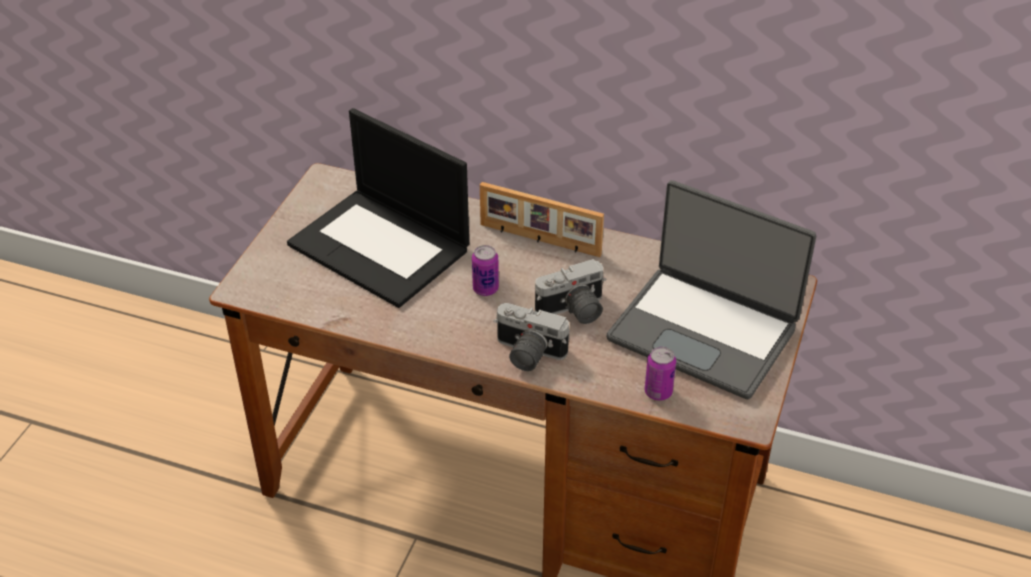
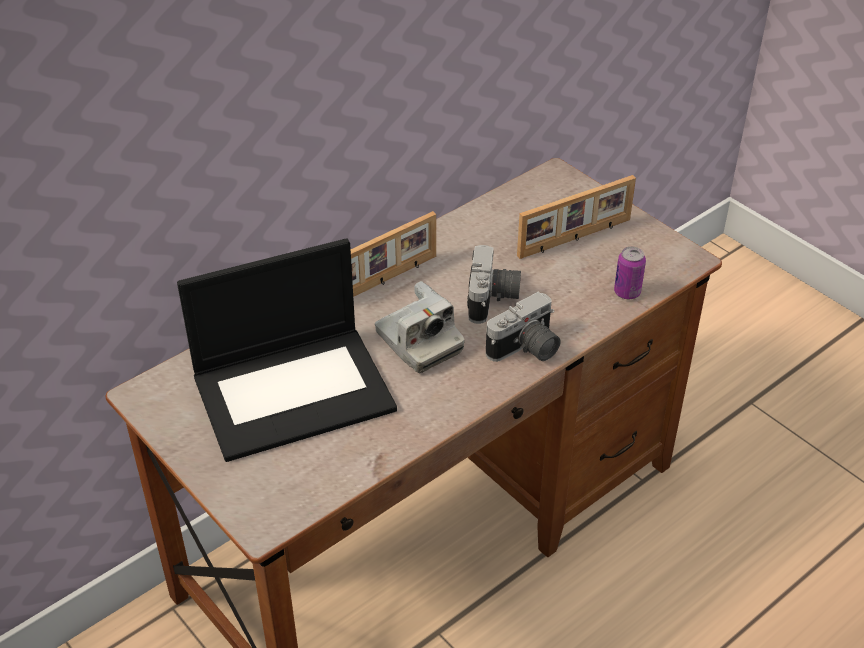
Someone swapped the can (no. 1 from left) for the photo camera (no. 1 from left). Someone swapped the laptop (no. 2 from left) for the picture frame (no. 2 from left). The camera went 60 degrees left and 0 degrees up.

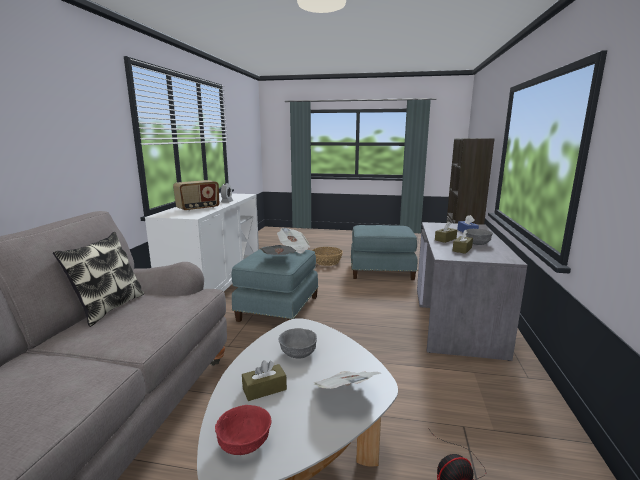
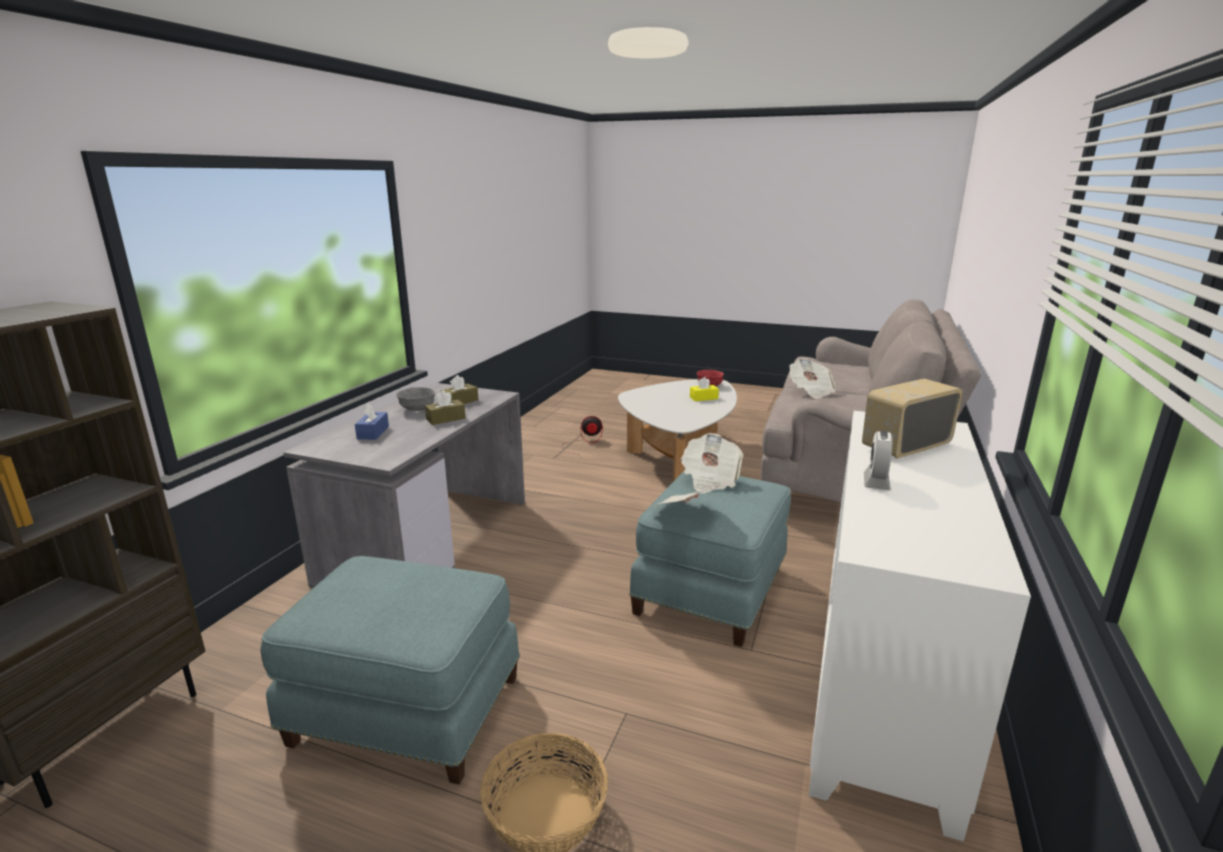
Someone took away the pillow. Someone repainted the brown tissue box (no. 1 from left), which became the yellow tissue box. Someone took away the grey bowl (no. 1 from left). Someone carried the newspaper (no. 3 from left). The camera went 170 degrees left and 5 degrees up.

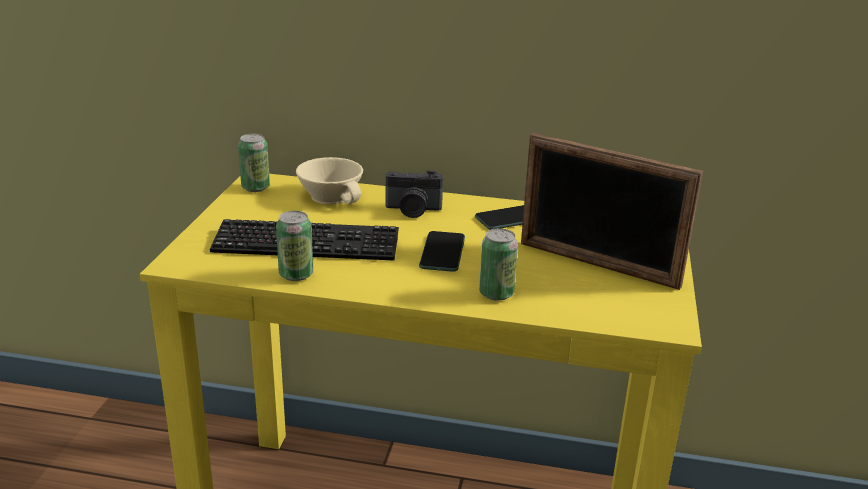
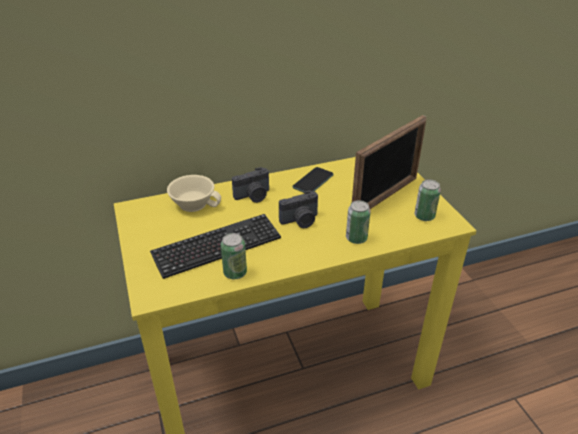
Someone carried the can (no. 1 from left in the first image). Someone swapped the phone (no. 1 from left) for the photo camera (no. 2 from left). Someone rotated the picture frame by 45 degrees counterclockwise. The camera went 30 degrees left and 10 degrees up.

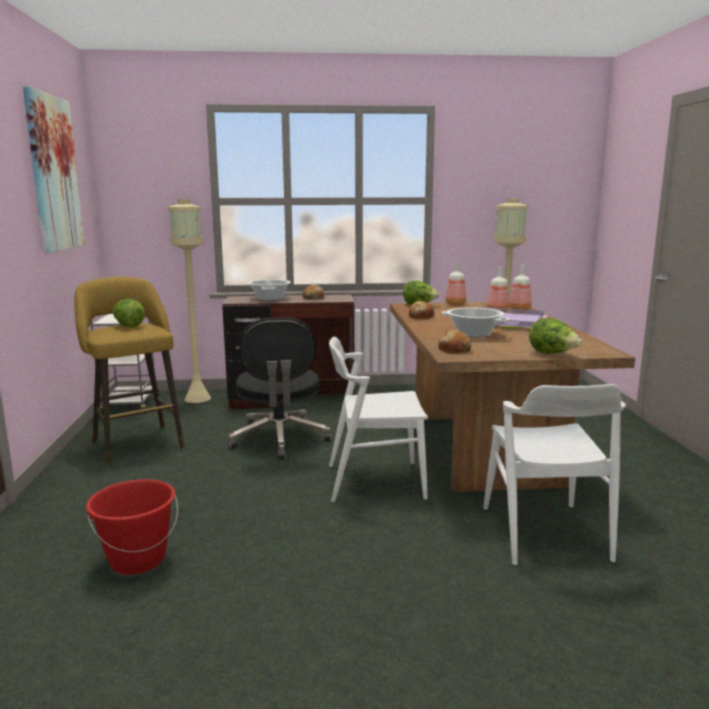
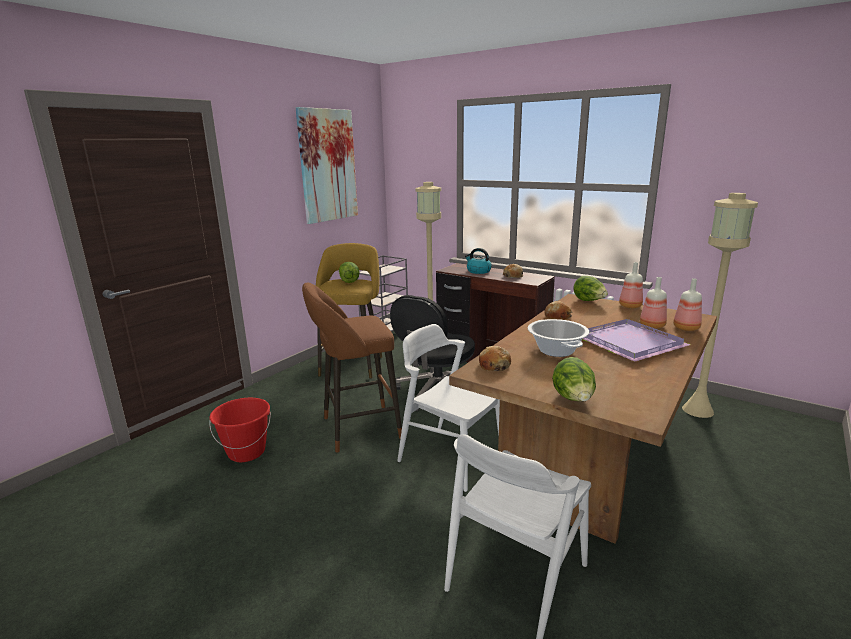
Someone swapped the cooking pot (no. 1 from left) for the kettle. Someone put down the brown stool. The camera went 40 degrees right and 5 degrees up.

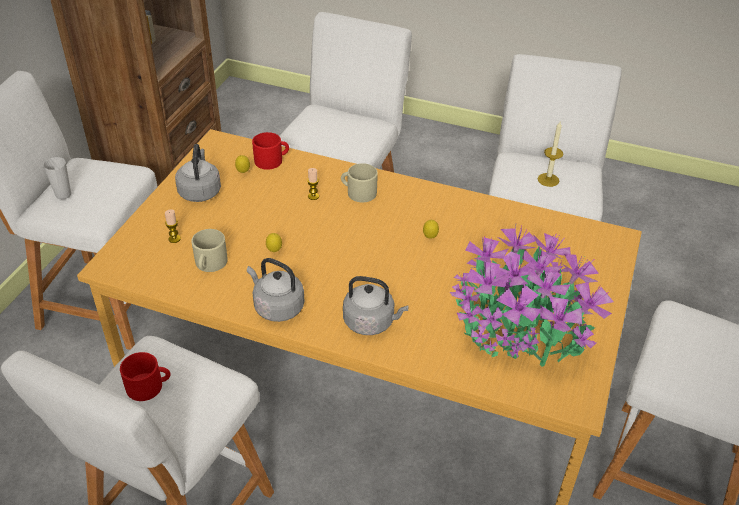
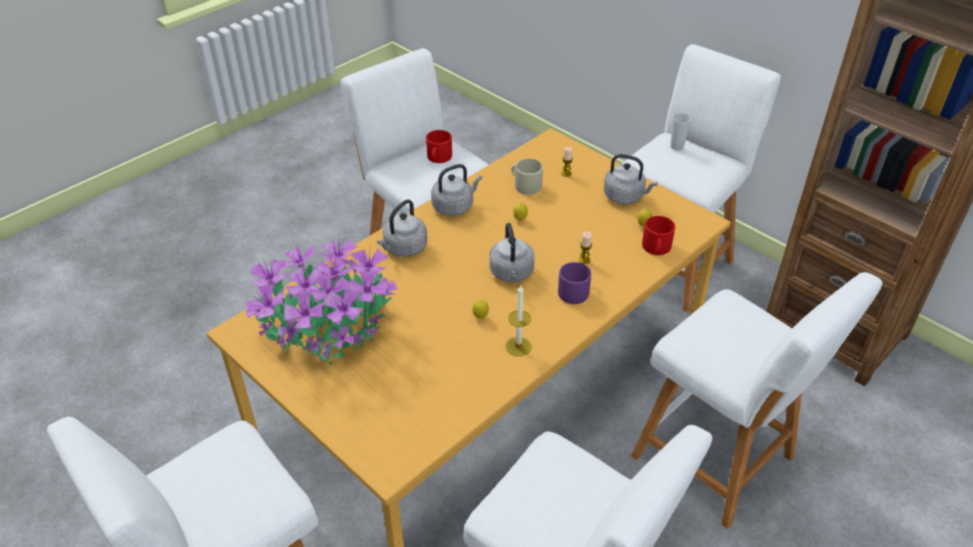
Someone repainted the beige mug (no. 2 from left), which became the purple mug. Someone carried the candle (no. 3 from left in the first image). Someone put down the grey kettle (no. 3 from left). The camera went 115 degrees right and 0 degrees up.

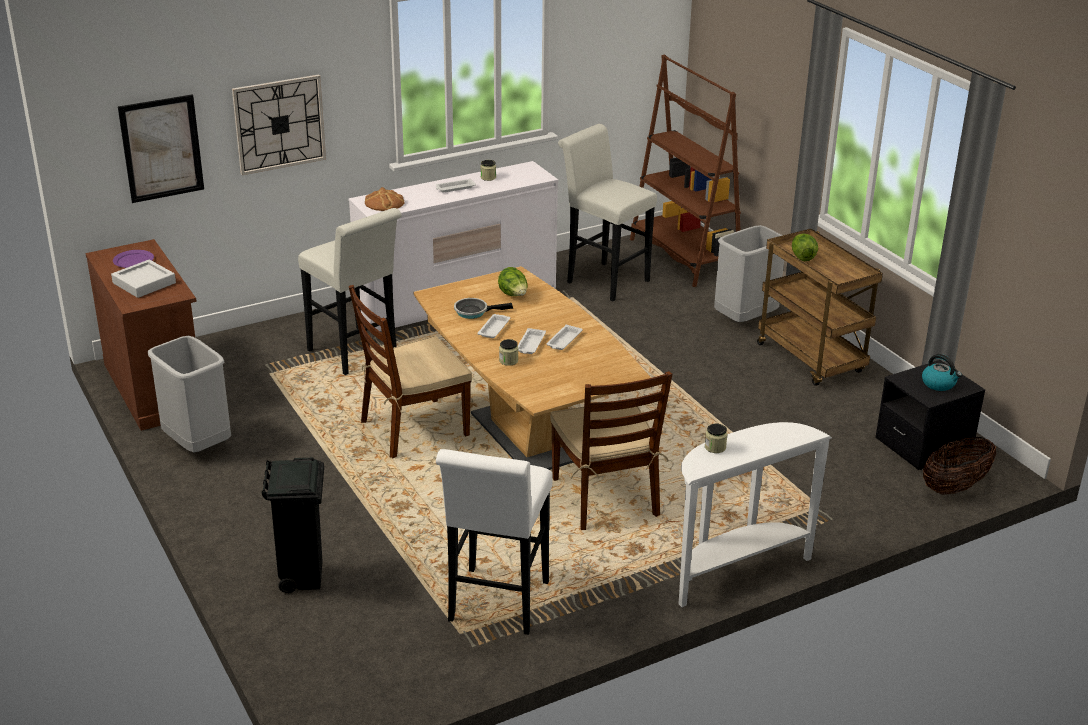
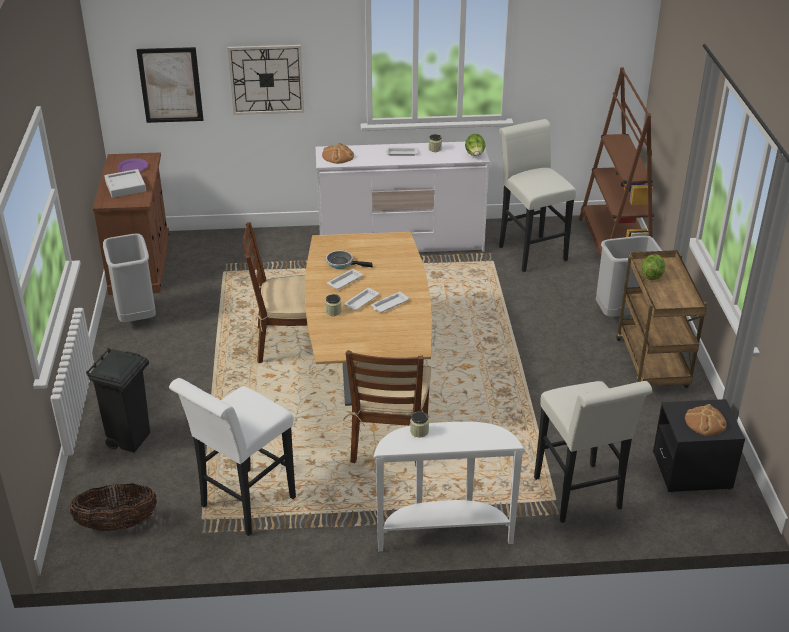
Someone carried the white stool (no. 1 from left in the first image). Someone carried the lettuce (no. 1 from left). Someone swapped the kettle for the bread (no. 2 from left). Someone carried the basket. The camera went 25 degrees right and 5 degrees up.

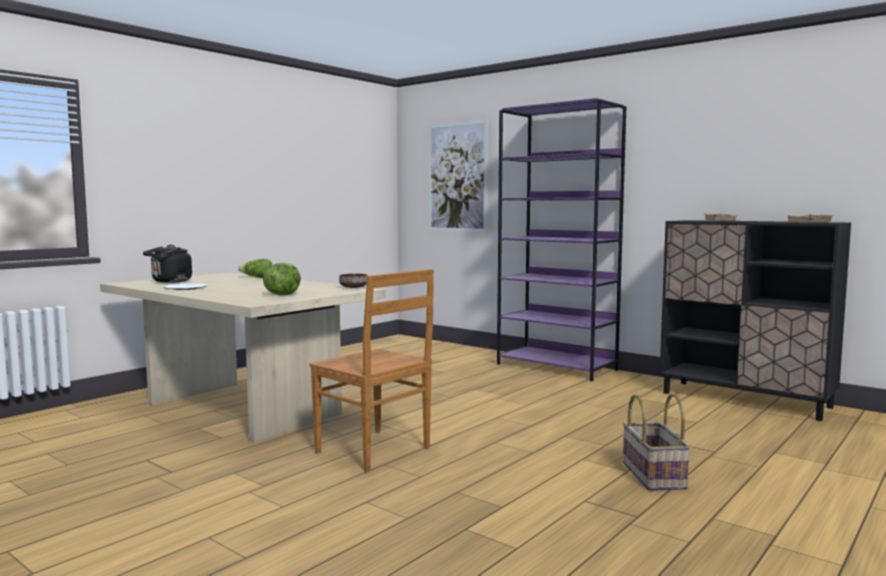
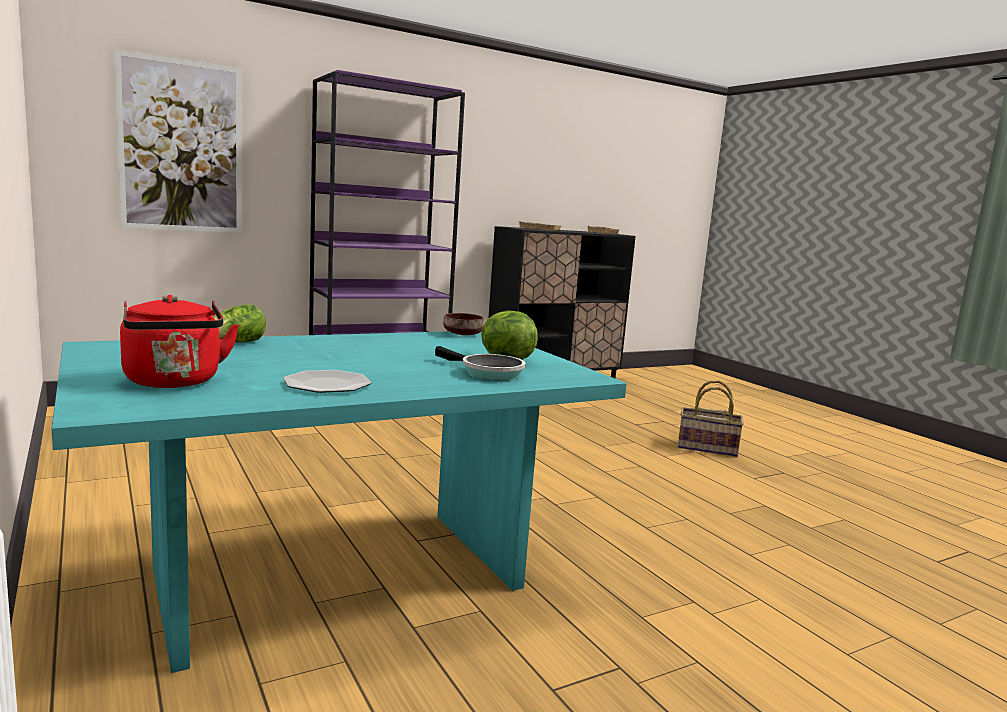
Someone repainted the beige dining table, which became the turquoise dining table. Someone repainted the black kettle, which became the red kettle. Someone took away the brown chair. Someone put down the frying pan. The camera went 70 degrees left and 5 degrees up.

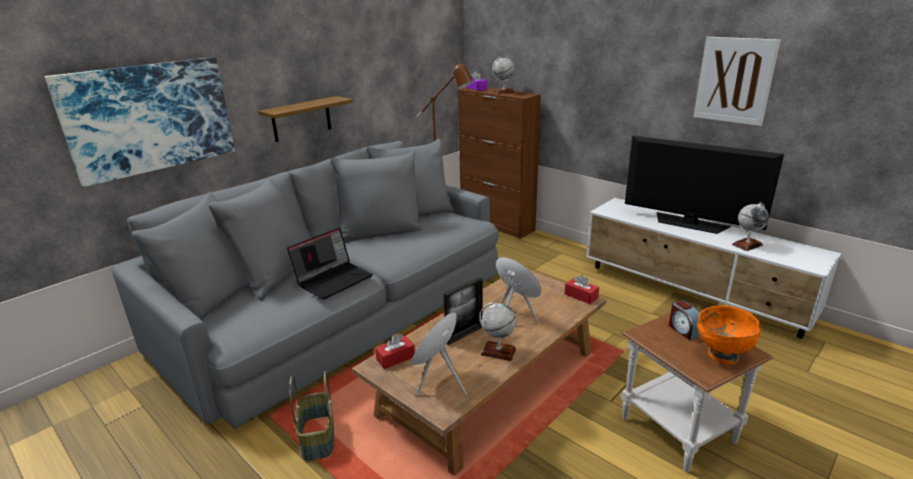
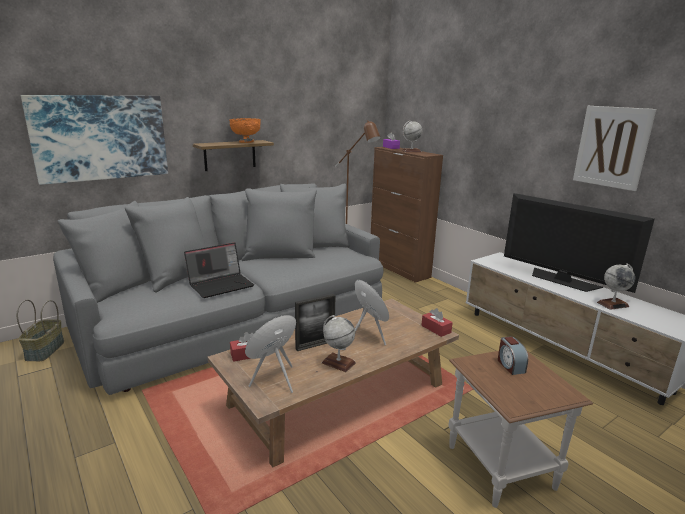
Someone carried the basket. Someone carried the orange bowl. The camera went 10 degrees right and 5 degrees down.

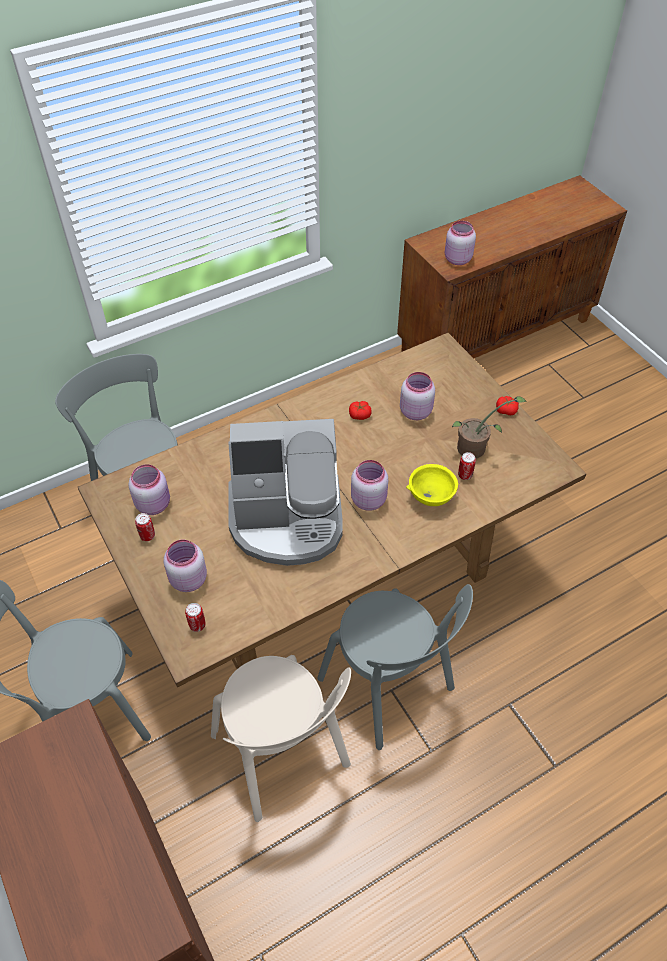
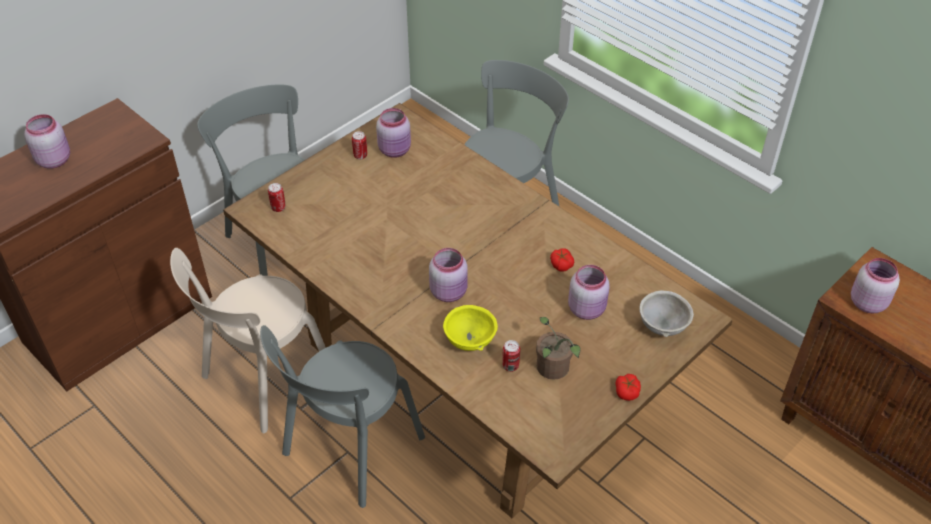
Someone carried the pink jar (no. 2 from left in the first image). Someone took away the coffee machine. Someone put down the grey bowl. The camera went 75 degrees right and 5 degrees down.

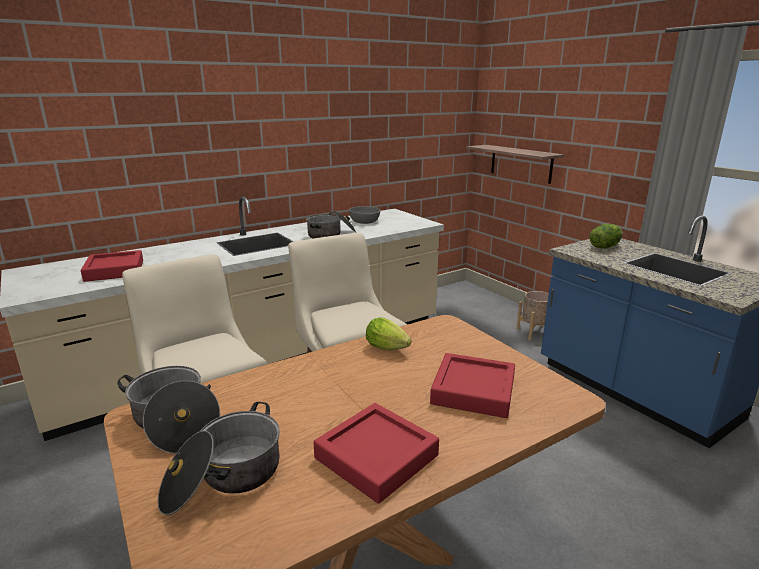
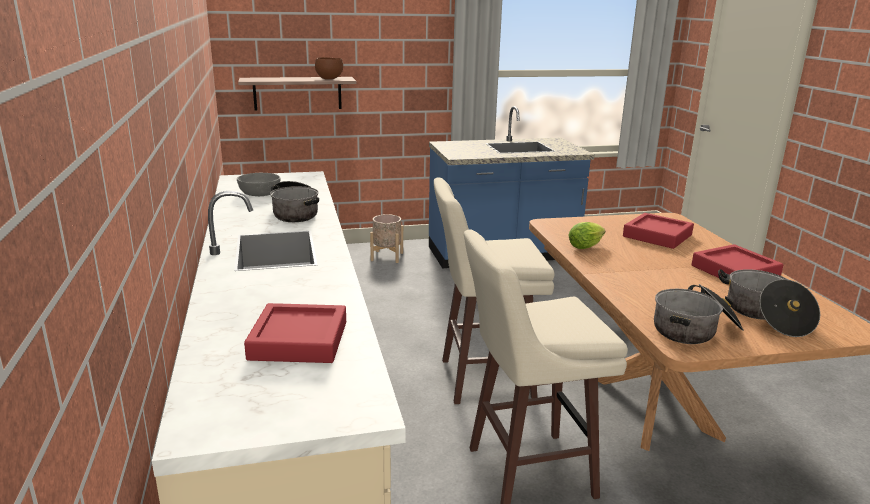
Someone took away the lettuce (no. 2 from left). Someone put down the brown bowl. The camera went 70 degrees left and 0 degrees up.

